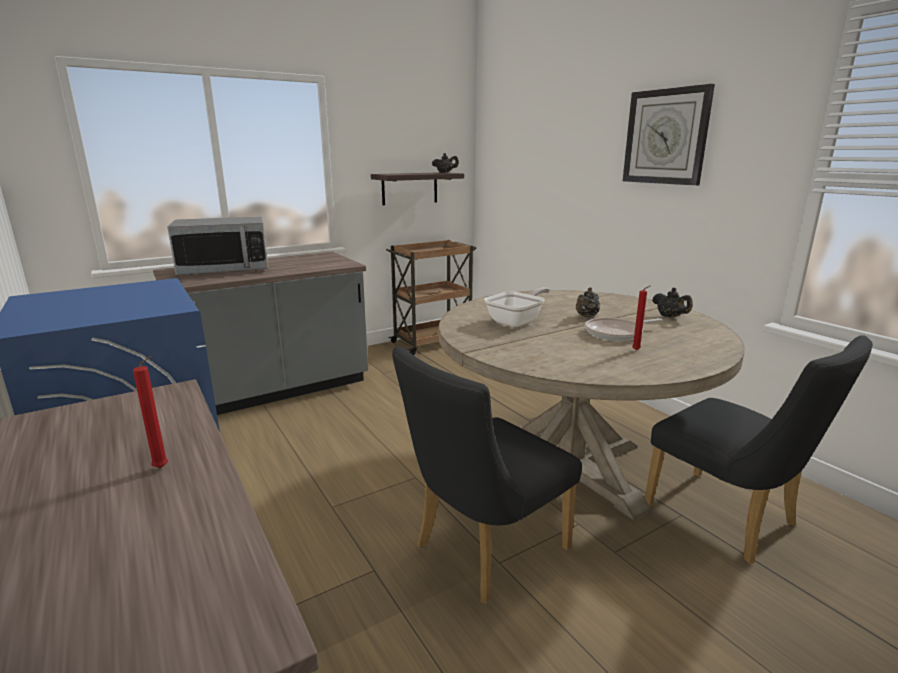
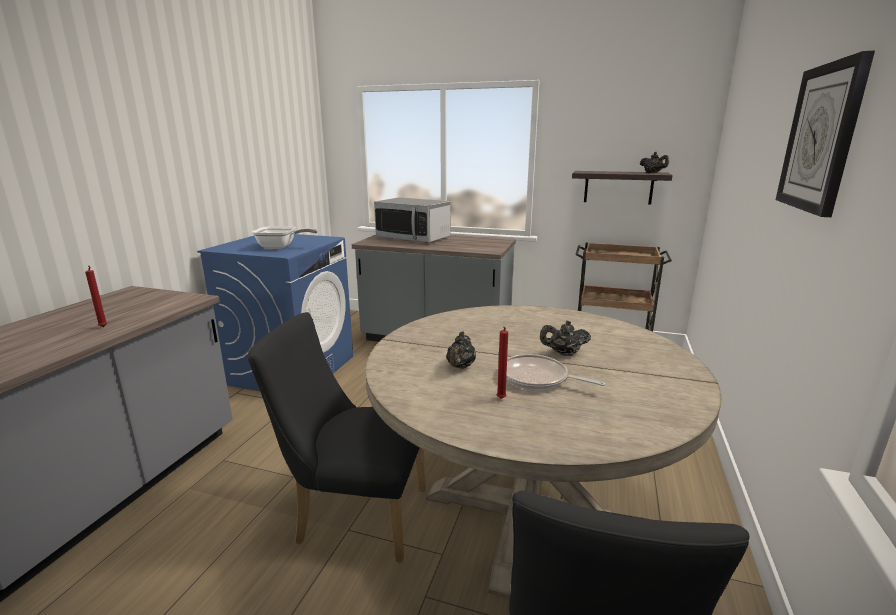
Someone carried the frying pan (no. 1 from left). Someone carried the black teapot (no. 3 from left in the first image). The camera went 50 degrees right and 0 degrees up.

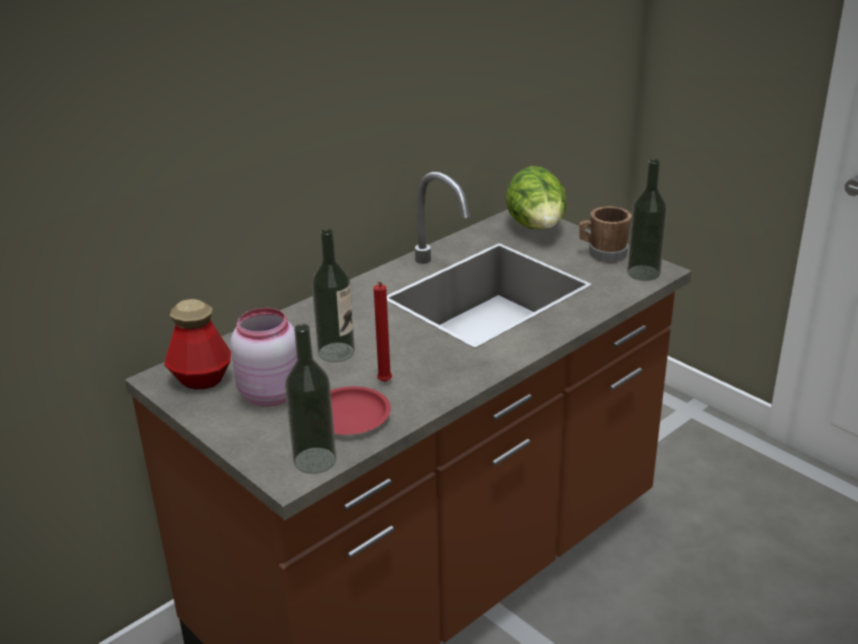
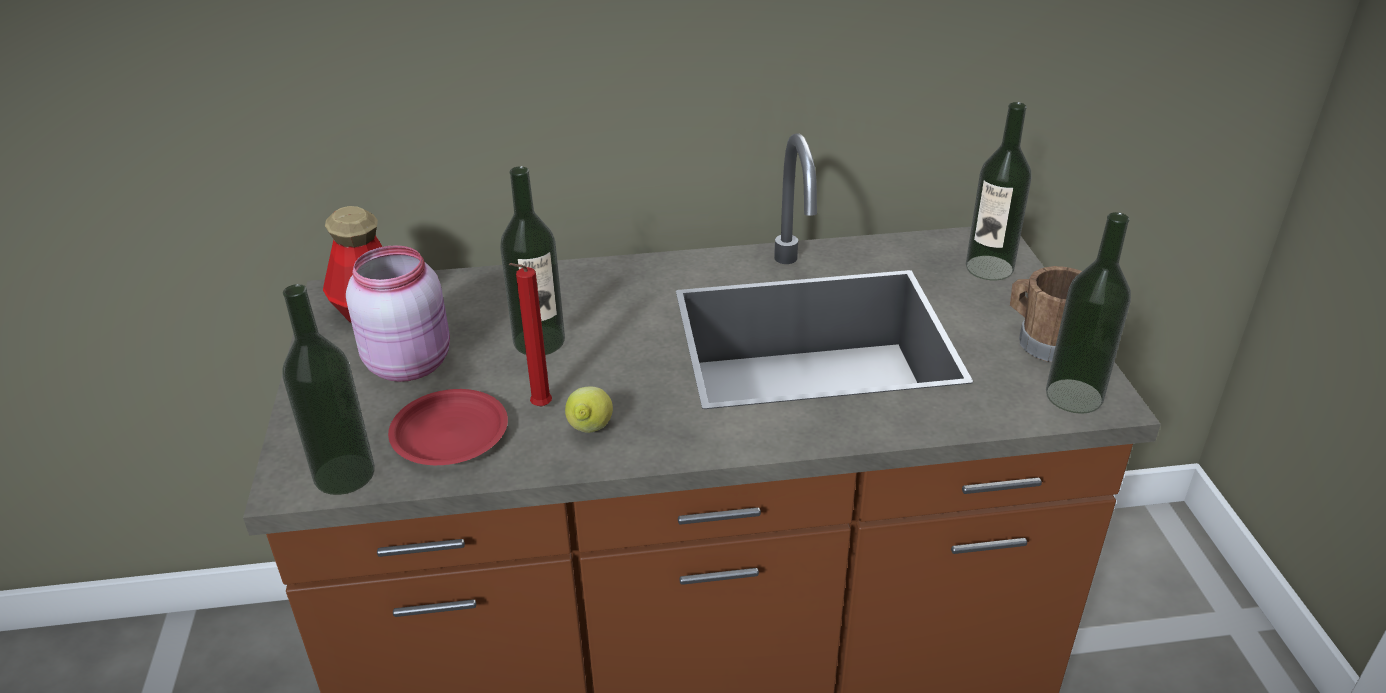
Someone swapped the lettuce for the bottle (no. 4 from left). Someone put down the lemon. The camera went 35 degrees right and 5 degrees up.

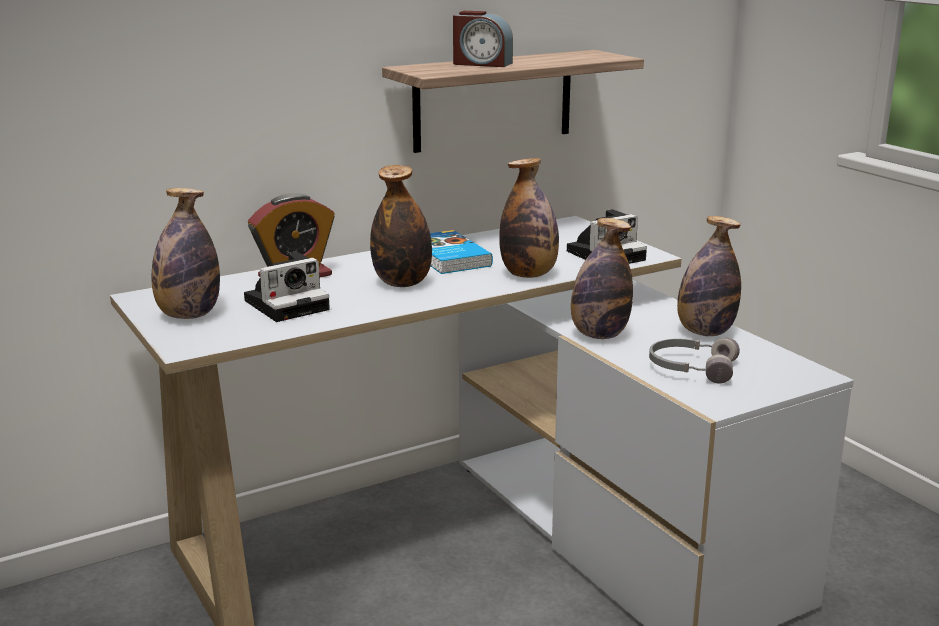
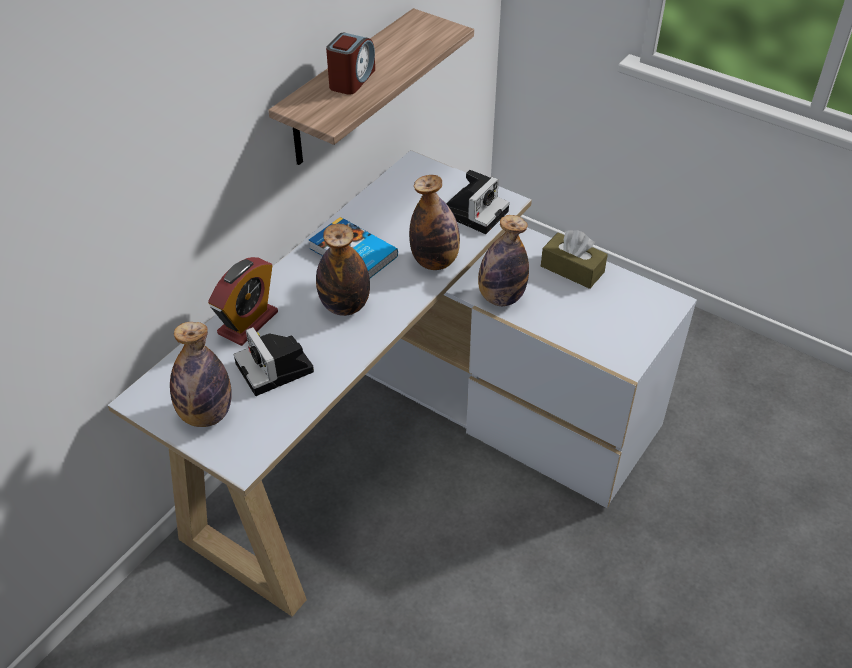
Someone rotated the photo camera (no. 1 from left) by 120 degrees clockwise. Someone rotated the alarm clock (no. 2 from left) by 60 degrees counterclockwise. Someone took away the grey headphones. Someone swapped the bottle (no. 5 from left) for the brown tissue box. The camera went 25 degrees left and 25 degrees up.

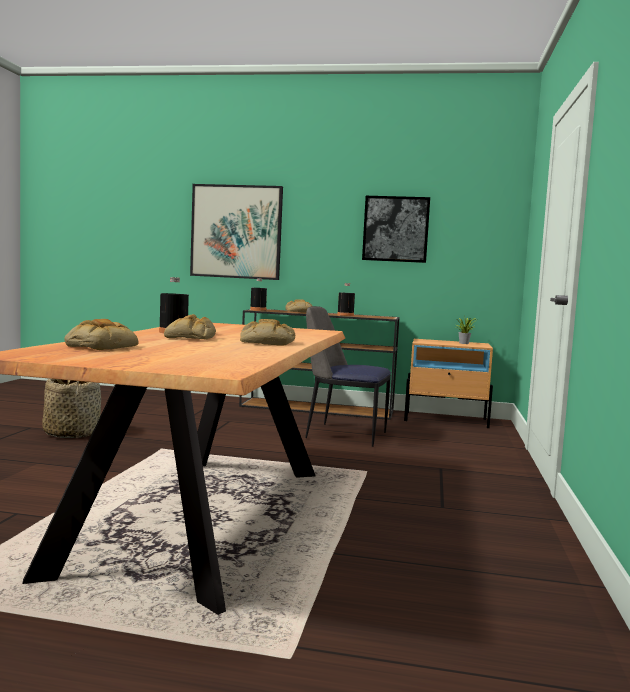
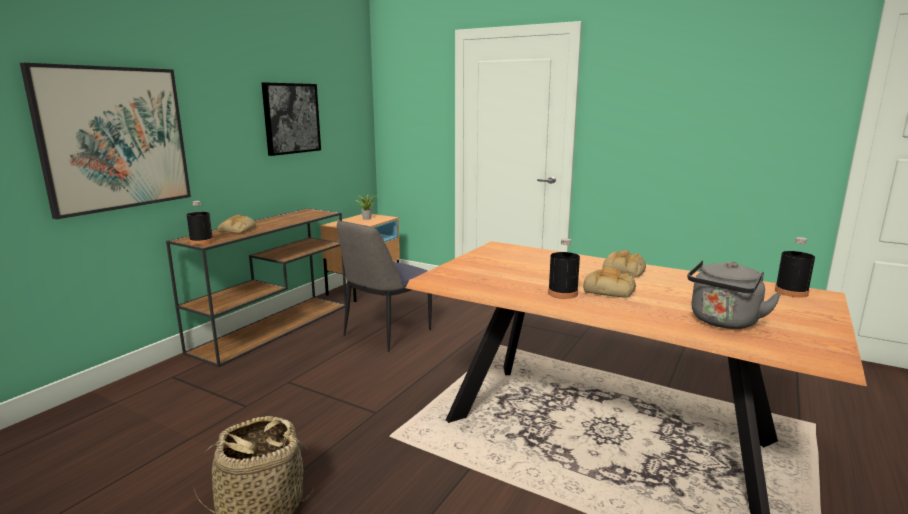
Someone swapped the bread (no. 1 from left) for the grey kettle. Someone carried the black bottle (no. 3 from left). The camera went 70 degrees left and 10 degrees up.

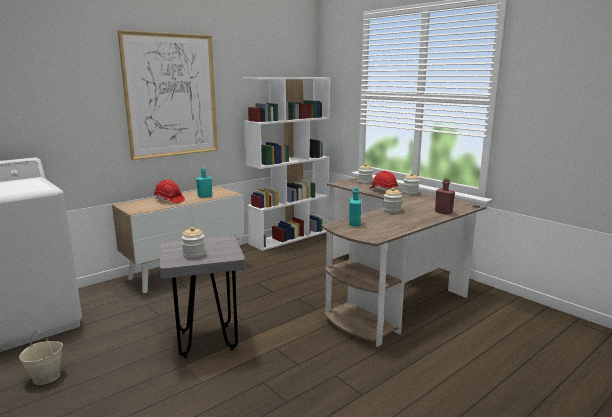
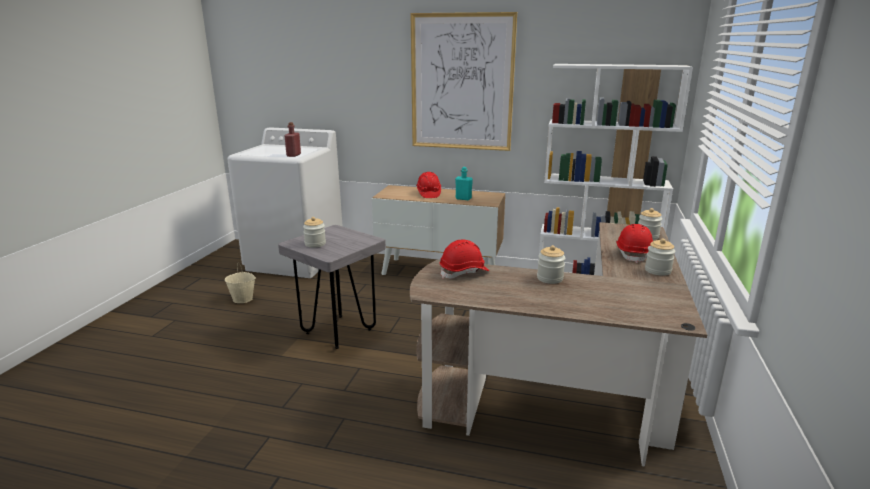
Someone swapped the turquoise bottle (no. 2 from left) for the red hard hat (no. 2 from left). Someone carried the red bottle. The camera went 55 degrees right and 5 degrees up.

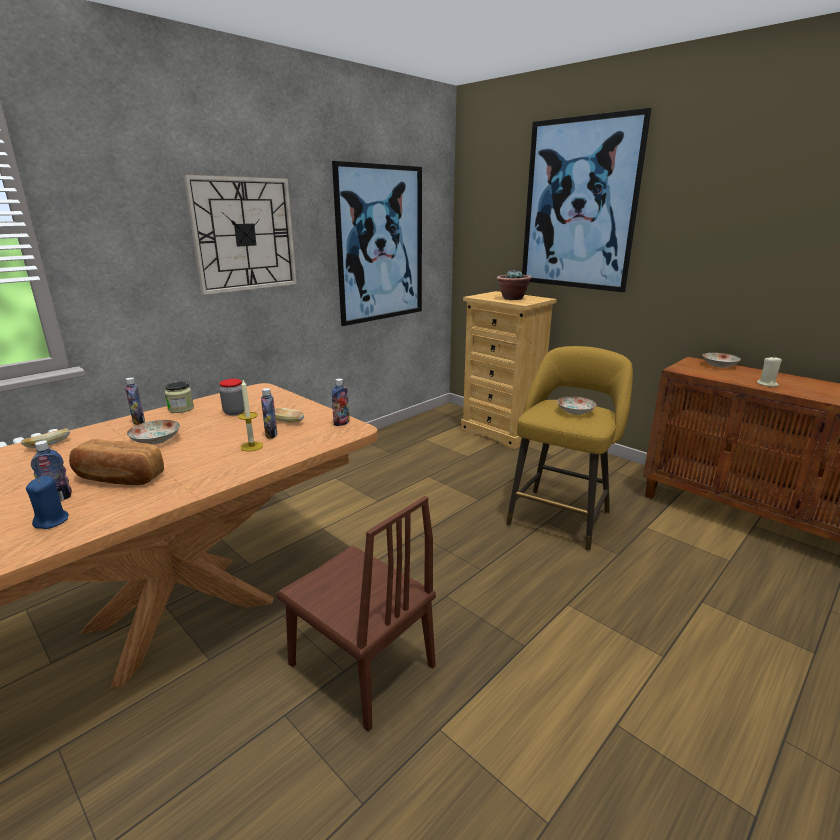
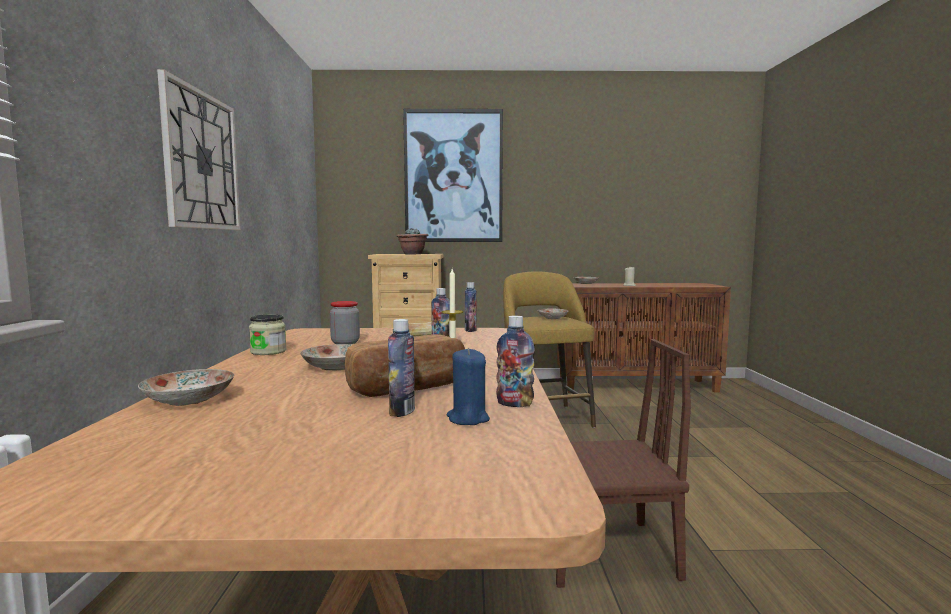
Someone swapped the bread (no. 1 from left) for the plate (no. 1 from left). Someone carried the bottle (no. 2 from left in the first image). Someone took away the picture (no. 1 from left). The camera went 45 degrees left and 15 degrees down.

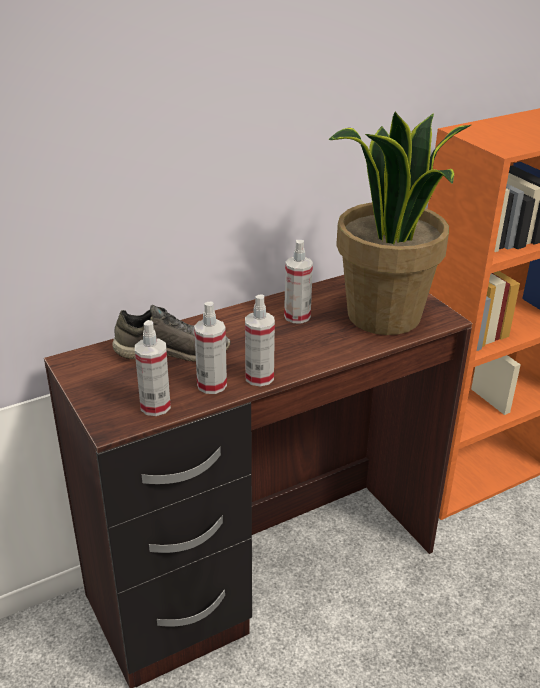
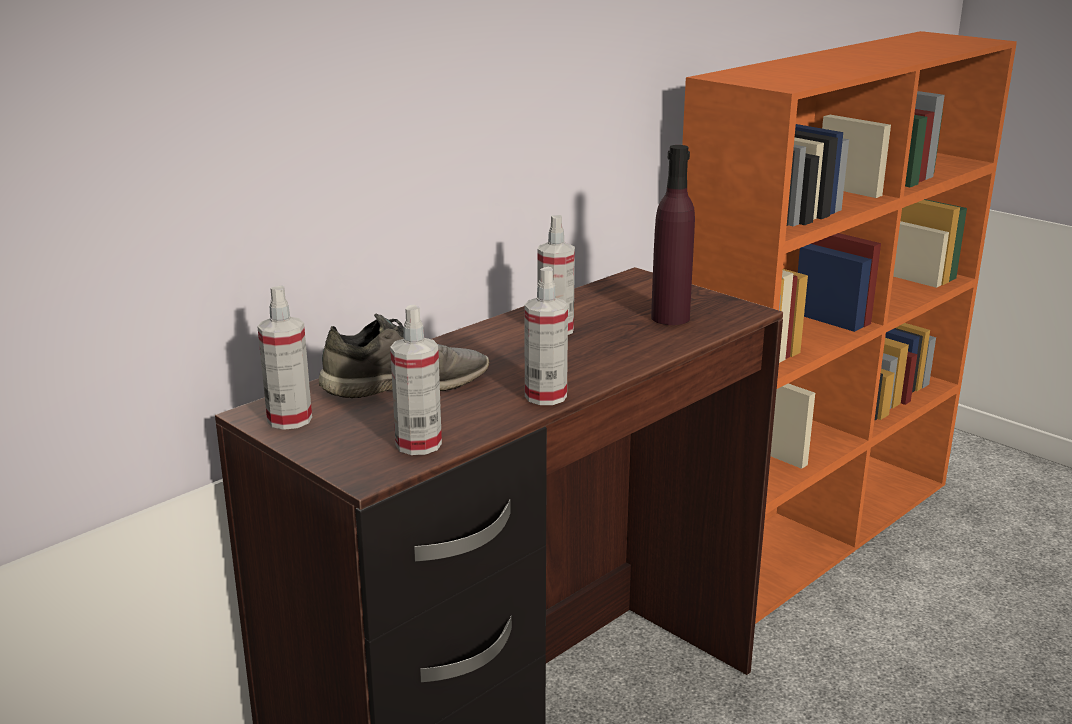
Someone carried the spray bottle (no. 2 from left in the first image). Someone swapped the potted plant for the purple bottle. The camera went 15 degrees left and 10 degrees down.

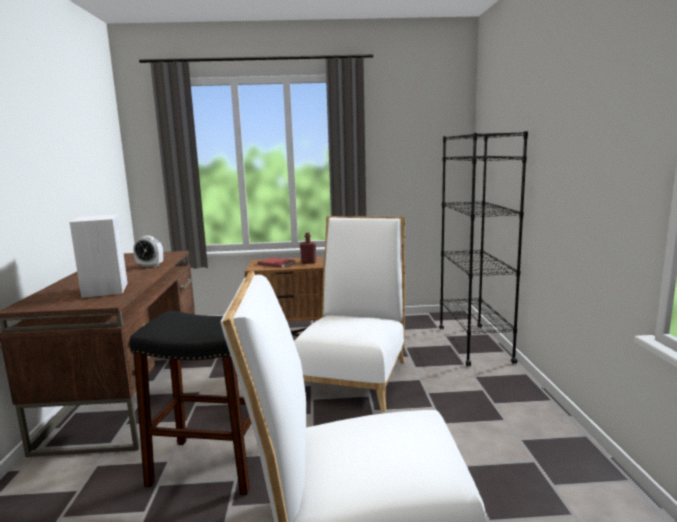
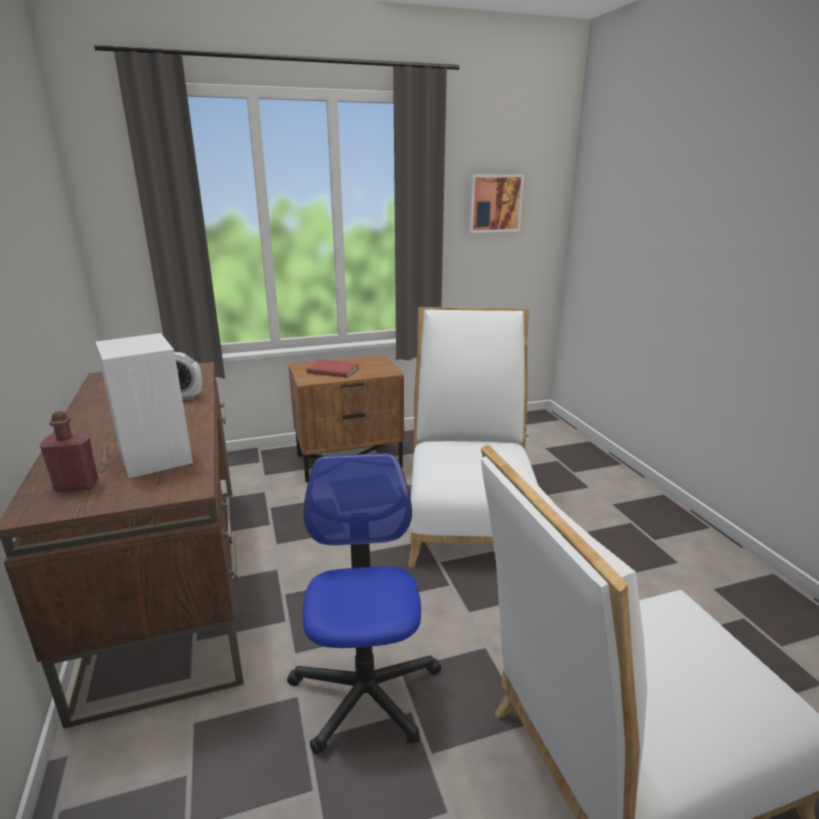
Someone swapped the black stool for the office chair. Someone carried the red bottle. Someone took away the black bookcase. Someone put up the picture. The camera went 15 degrees left and 10 degrees up.

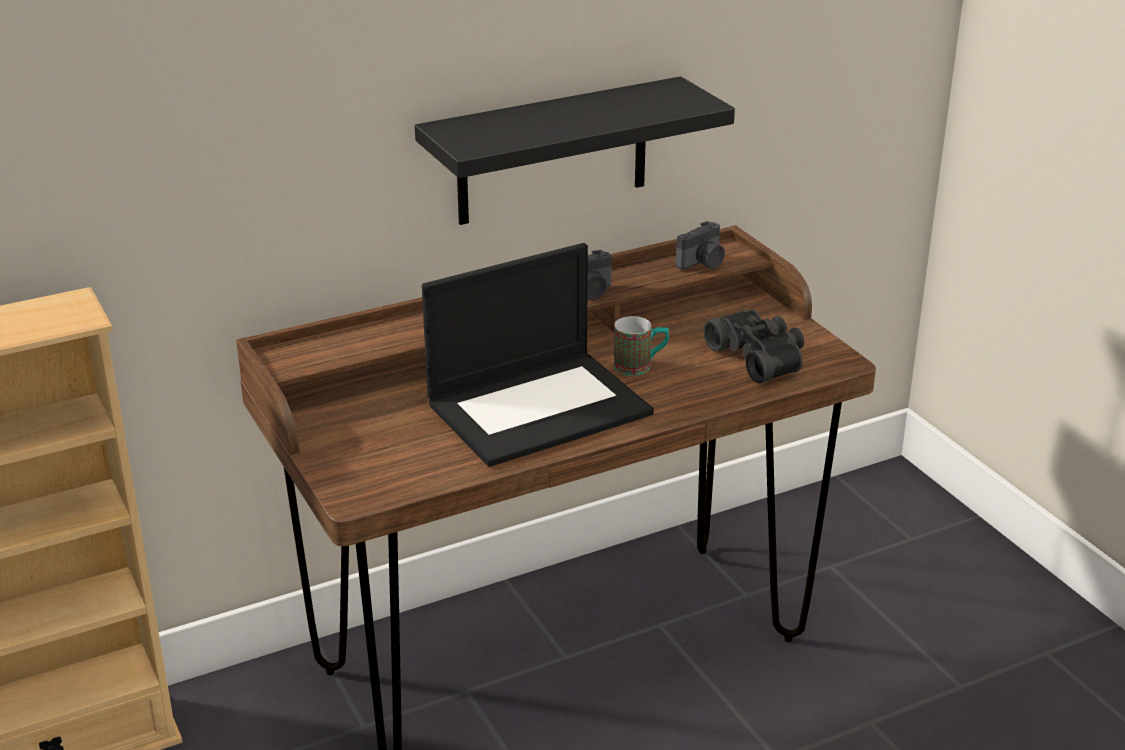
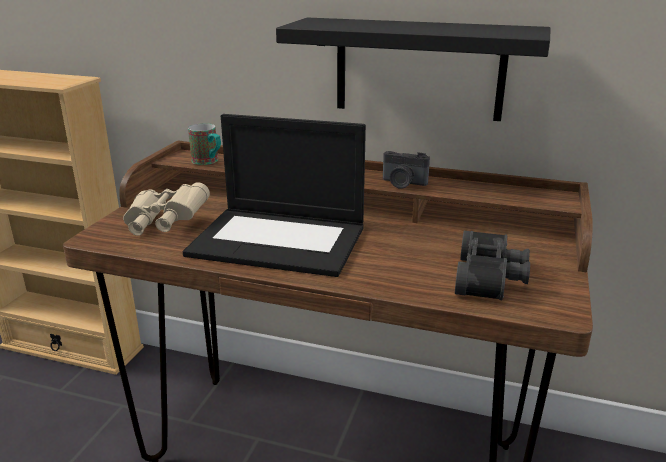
Someone carried the mug. Someone took away the photo camera (no. 2 from left). Someone put down the beige binoculars. The camera went 45 degrees right and 5 degrees down.

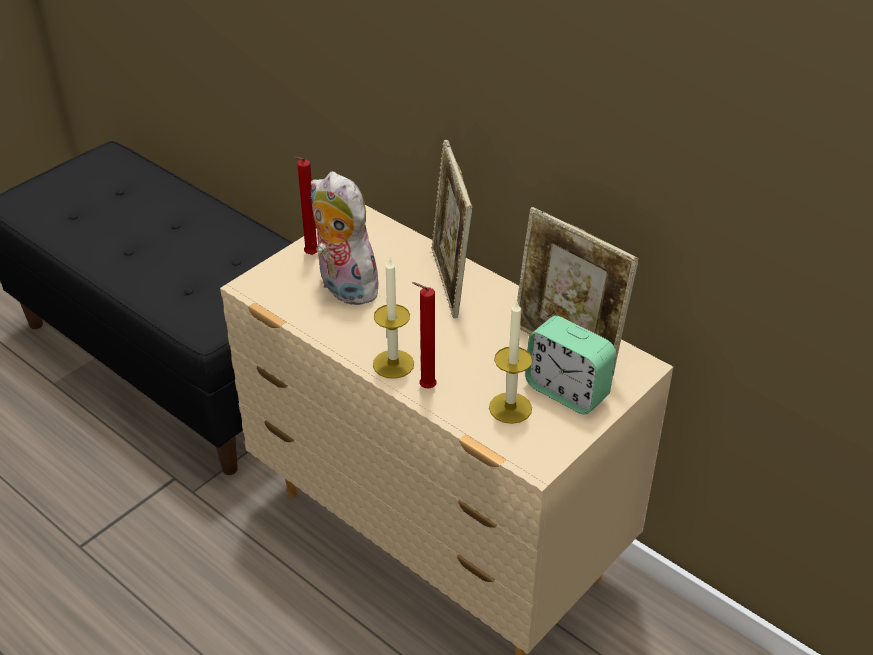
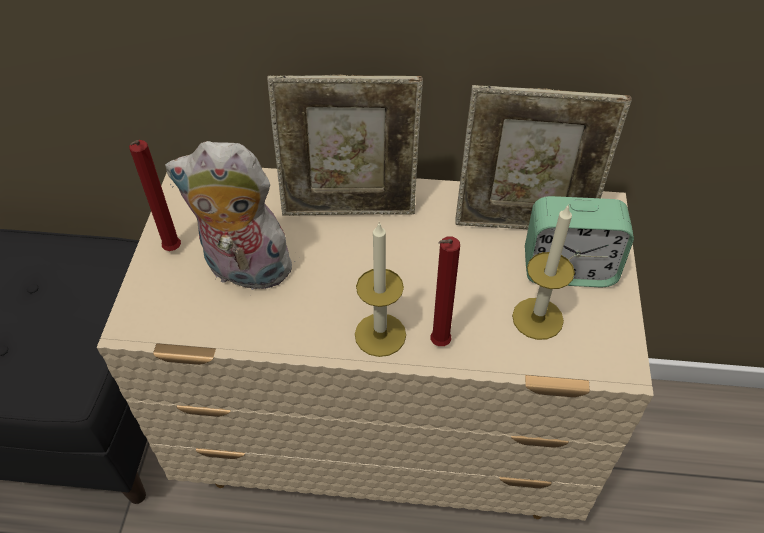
Someone rotated the picture frame (no. 1 from left) by 45 degrees counterclockwise. The camera went 35 degrees left and 10 degrees up.

